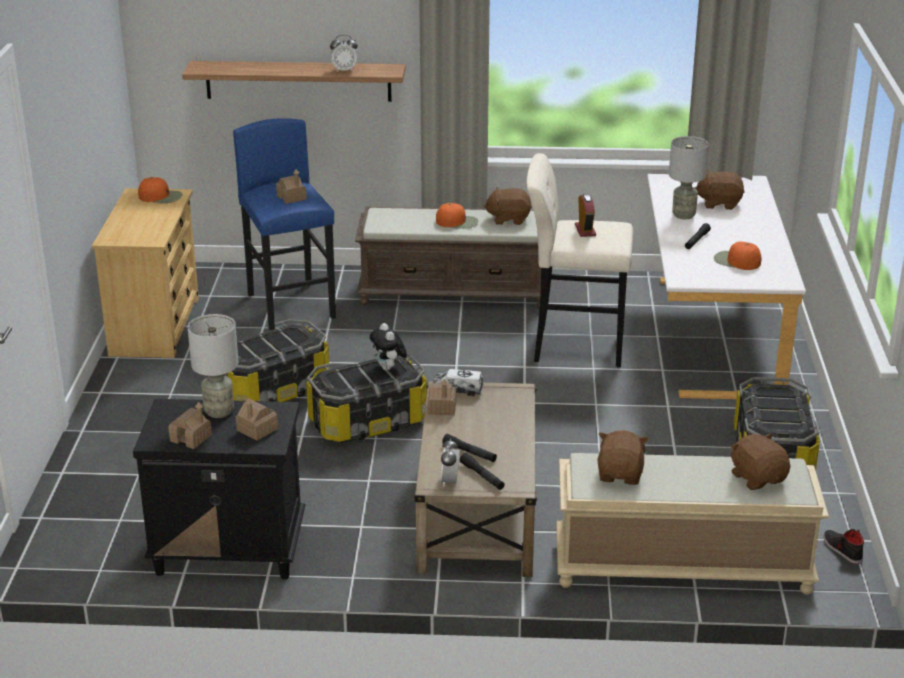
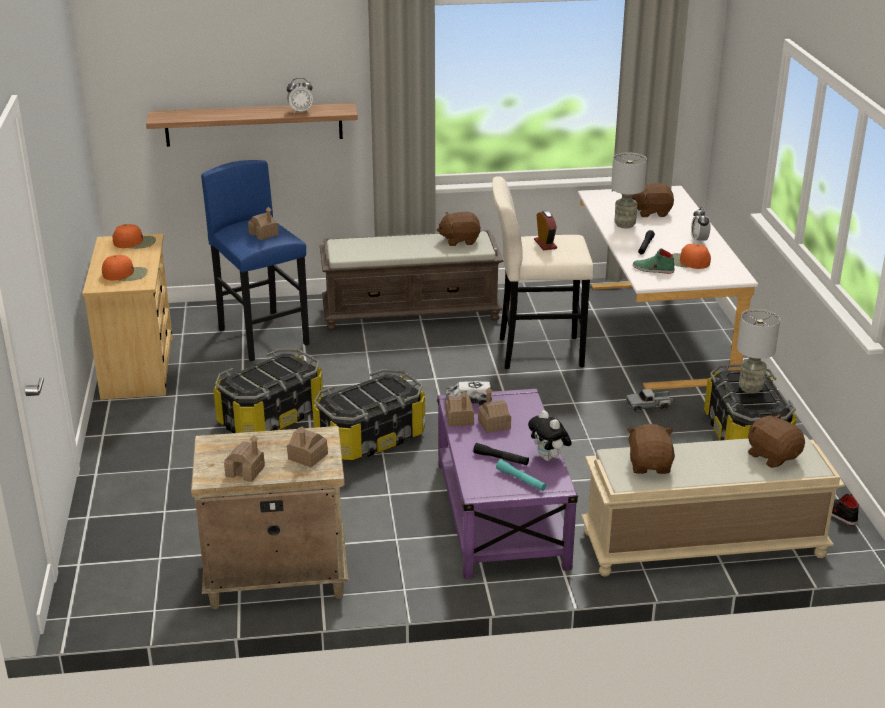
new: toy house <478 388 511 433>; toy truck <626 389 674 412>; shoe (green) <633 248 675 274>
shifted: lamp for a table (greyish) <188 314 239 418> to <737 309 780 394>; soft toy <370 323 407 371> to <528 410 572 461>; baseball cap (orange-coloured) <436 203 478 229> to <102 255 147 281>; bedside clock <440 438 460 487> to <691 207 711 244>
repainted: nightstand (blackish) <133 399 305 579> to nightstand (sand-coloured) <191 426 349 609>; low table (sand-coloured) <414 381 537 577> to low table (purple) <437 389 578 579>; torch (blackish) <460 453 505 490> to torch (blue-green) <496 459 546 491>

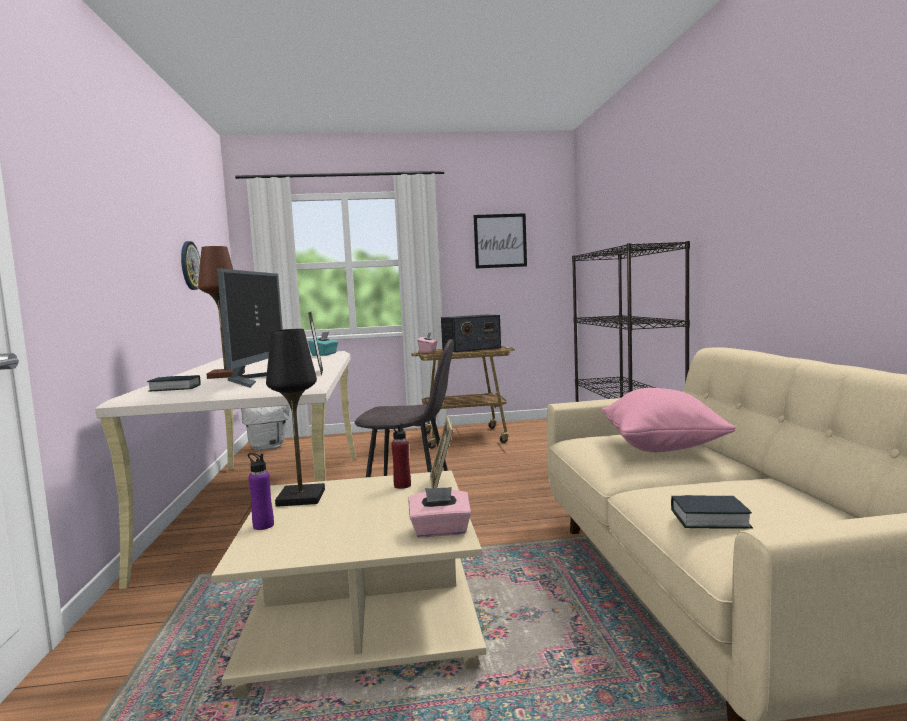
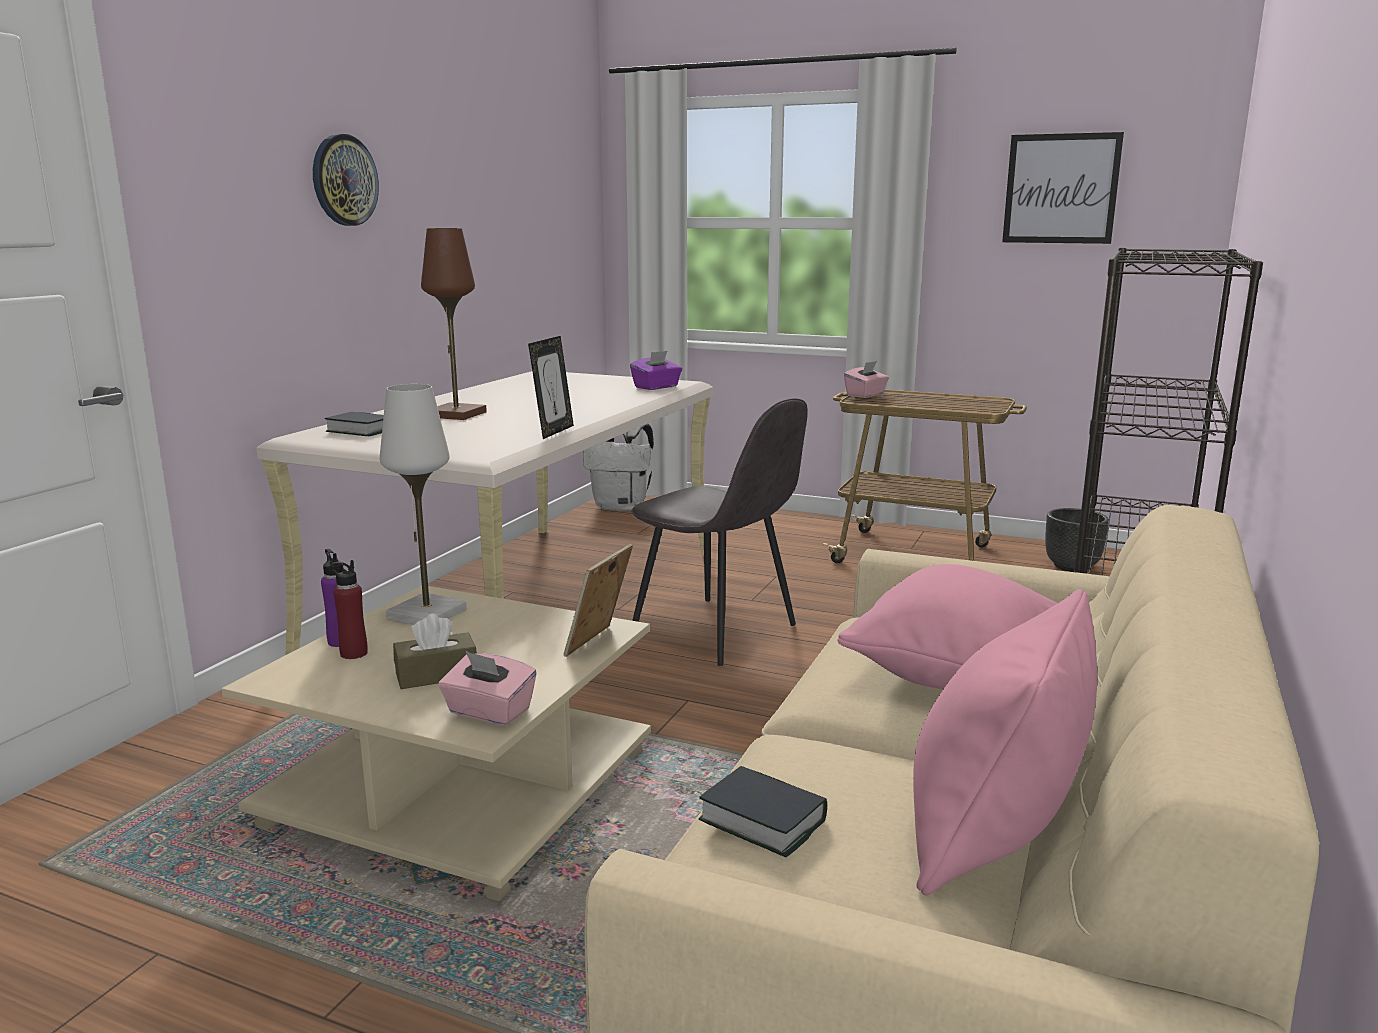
gone: monitor <217 269 283 388>; radio <441 315 501 352>
new: box of tissues (brownish) <393 614 477 689>; cushion (pinkish) <913 589 1097 896>; planter (blackish) <1045 508 1109 572>
shifted: hanging clock <181 241 200 290> to <313 134 379 226>; drink bottle (reddish) <391 423 411 489> to <330 560 368 659>
repainted: lamp for a table (blackish) <266 329 325 507> to lamp for a table (white-coloured) <380 384 466 625>; box of tissues (blue-green) <308 332 338 356> to box of tissues (purple) <630 351 682 390>

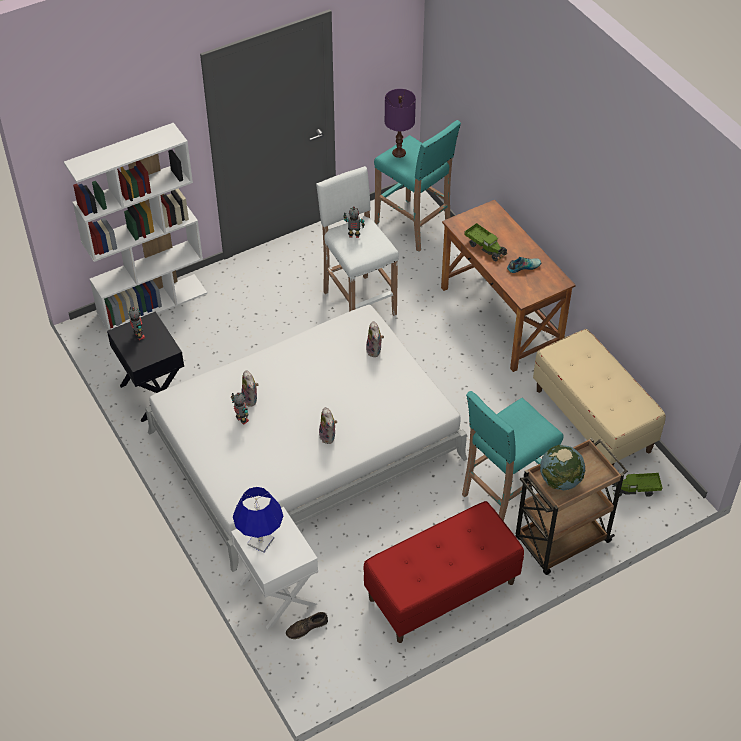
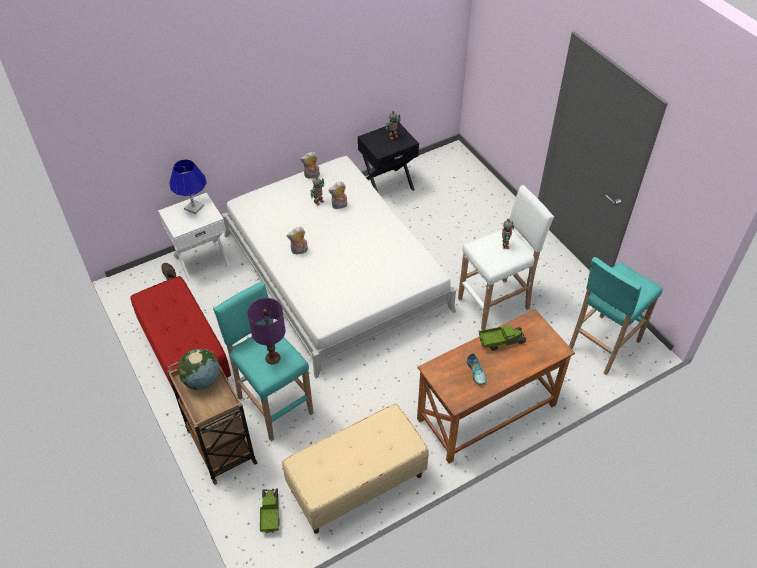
gone: bookshelf (white-coloured) <64 123 207 331>
shifted: soft toy <366 321 384 357> to <300 152 320 179>; lamp for a table (purple) <385 89 416 158> to <247 298 286 364>
rotated: toy truck <464 223 507 261> = <479 325 526 351> 150 degrees counterclockwise

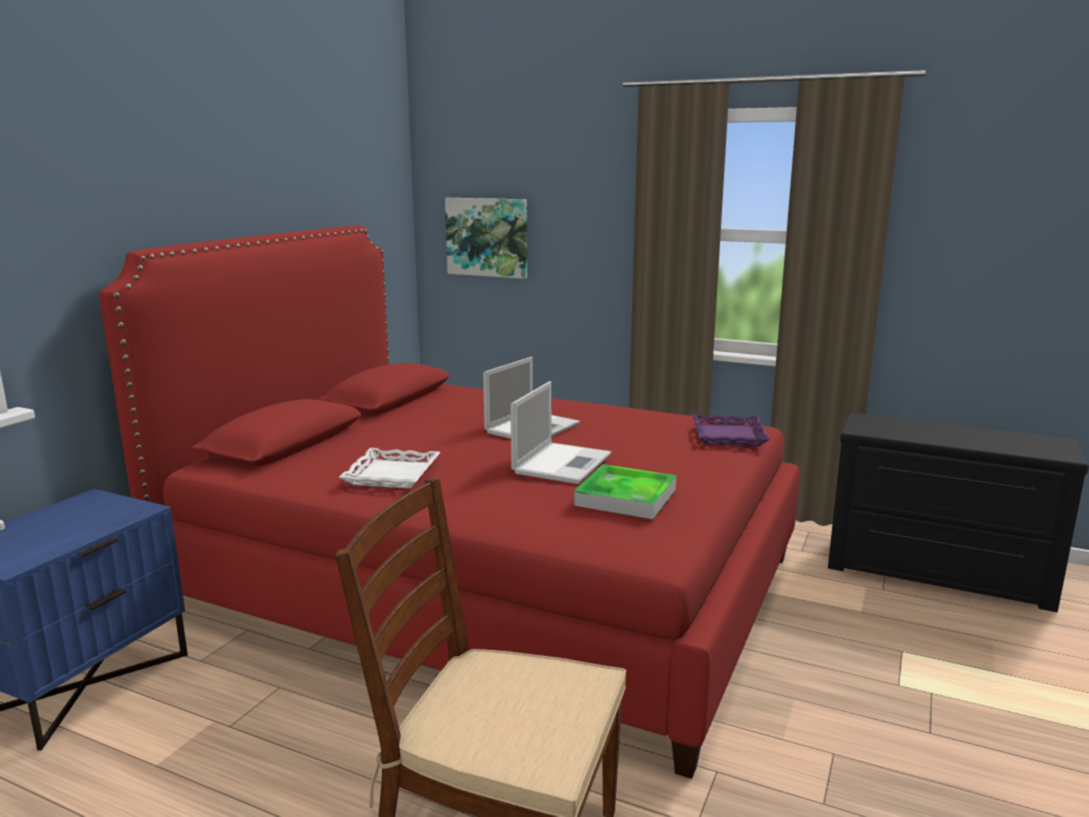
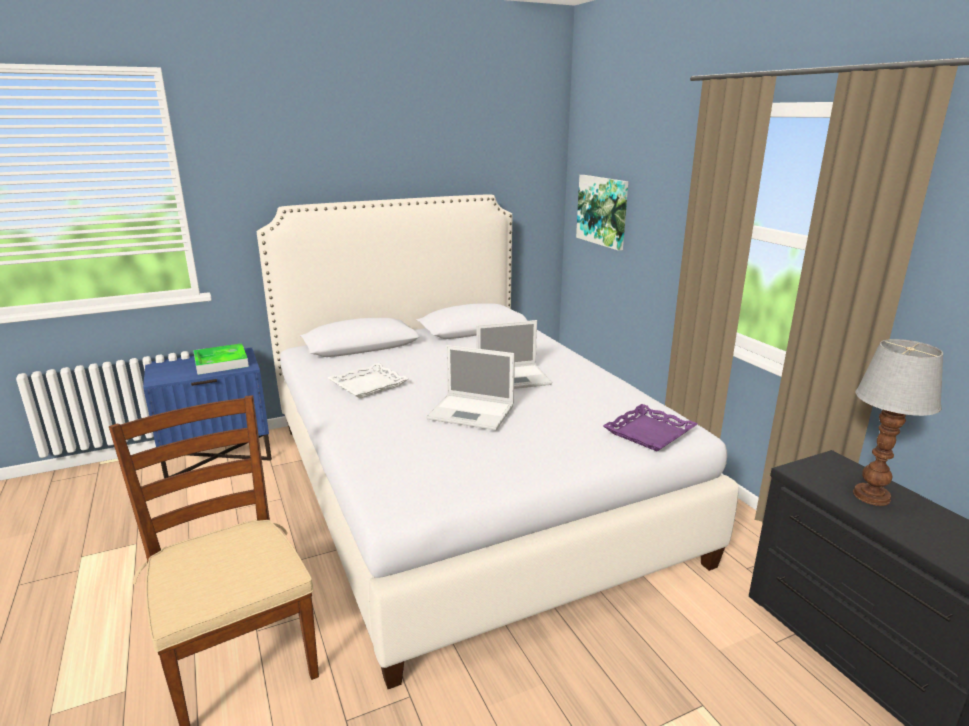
new: lamp for a table <853 339 943 506>
shifted: tray <574 464 676 519> to <193 343 249 375>
repainted: bed (reddish) <99 225 800 779> to bed (white-coloured) <257 194 739 689>
rotated: portable computer <511 381 611 484> = <426 345 515 430> 45 degrees clockwise

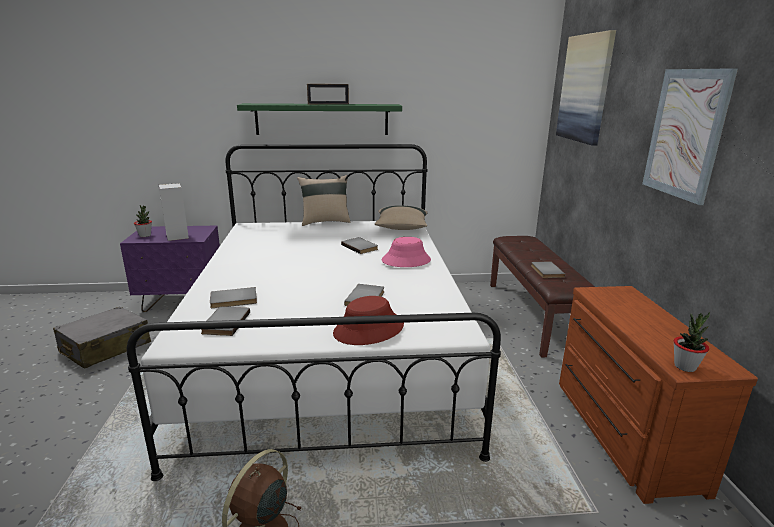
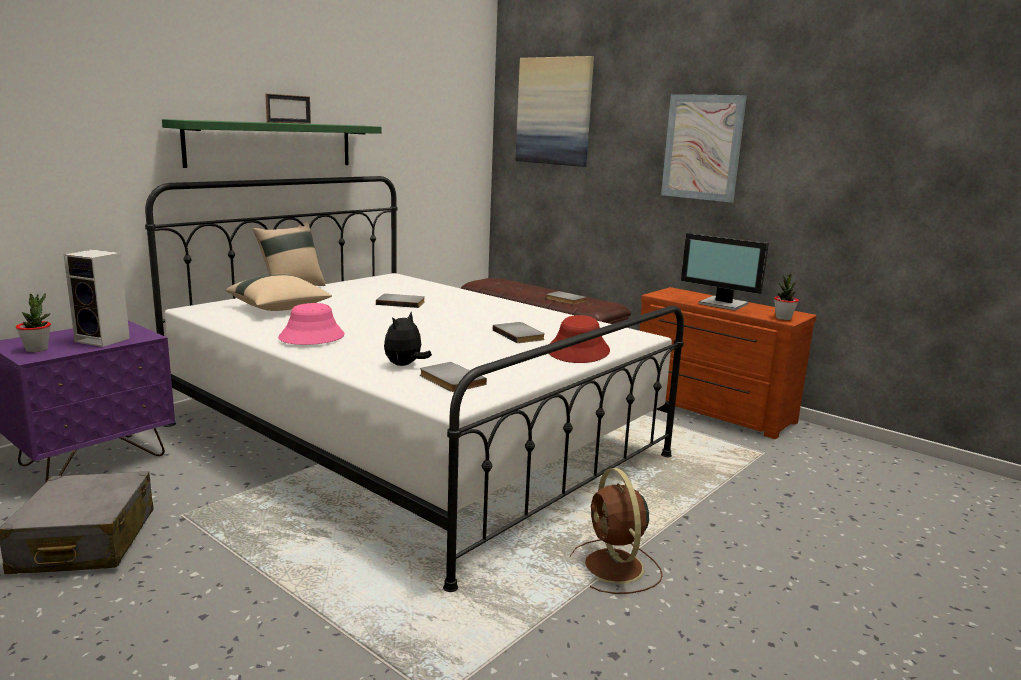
new: monitor <681 233 769 311>
shifted: cushion (sand-coloured) <375 206 428 230> to <226 275 332 311>; hat (pinkish) <381 237 431 267> to <278 303 345 345>
swapped: volume (greyish) <210 287 257 308> to soft toy <384 312 432 366>

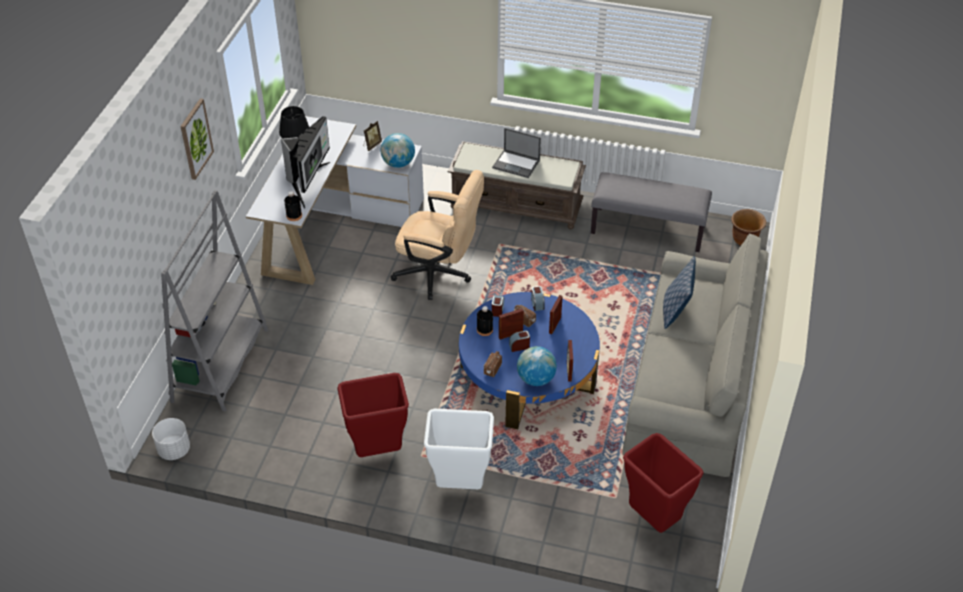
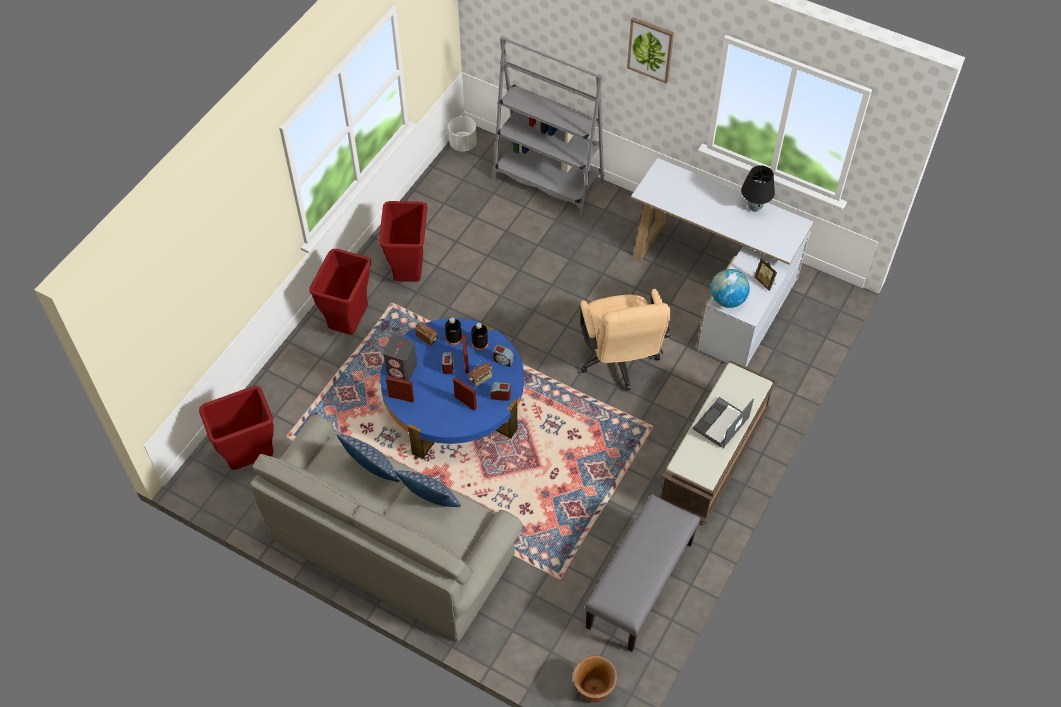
gone: monitor <281 116 330 209>
new: cushion <337 434 400 482>
shifted: drink bottle (blackish) <284 191 302 221> to <445 318 462 345>
swapped: globe <517 346 557 386> to audio speaker (greyish) <383 335 417 381>
repainted: rubbish bin (white-coloured) <424 409 494 489> to rubbish bin (reddish) <309 249 371 335>
rotated: computer chair (sand-coloured) <391 170 484 300> = <580 289 671 391> 45 degrees counterclockwise

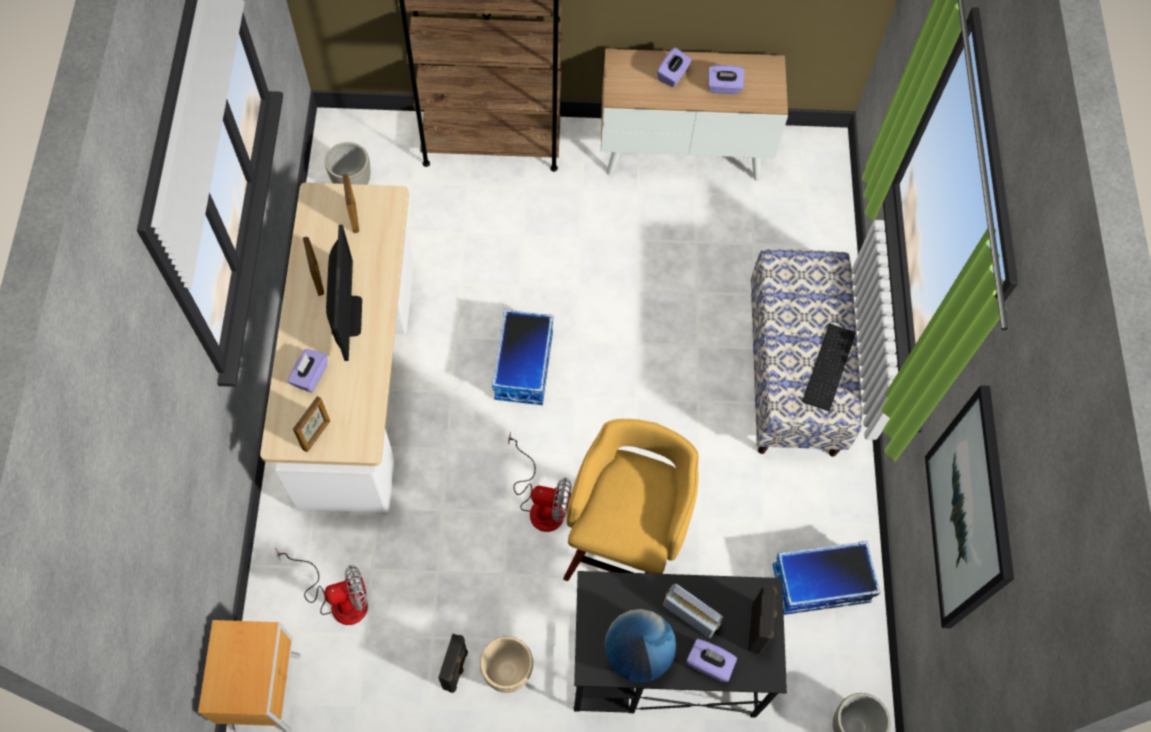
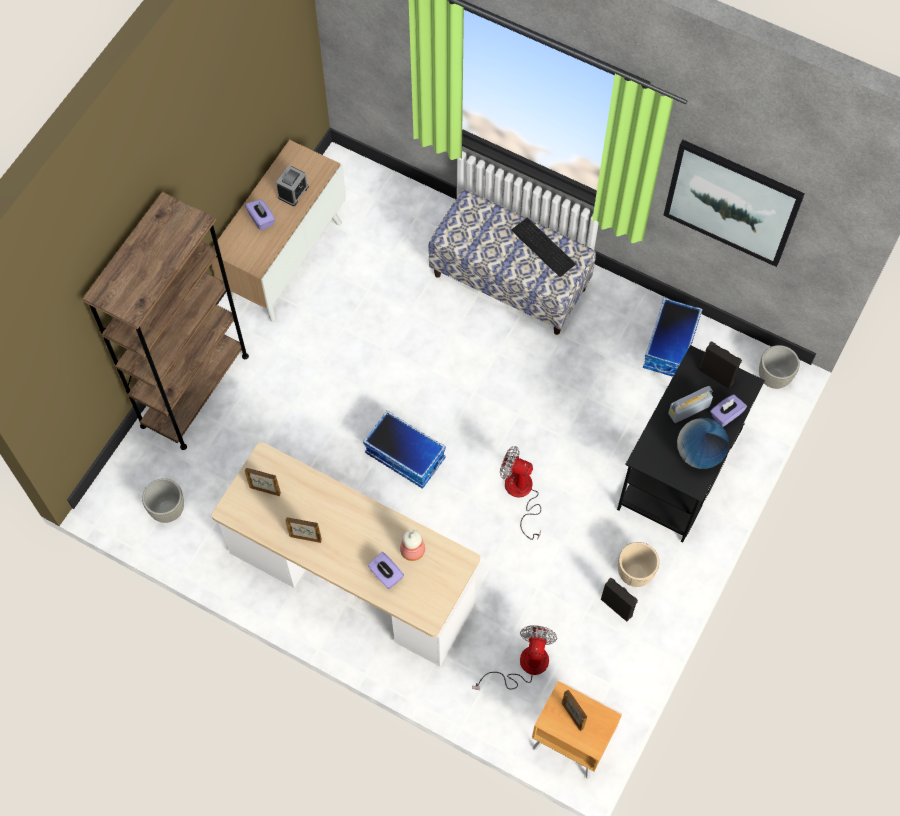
gone: monitor <326 225 362 361>; sitting stool (yellow-coloured) <563 419 699 581>
new: drink bottle <400 530 425 561>
shifted: standing frame <293 396 330 452> to <562 690 587 731>
swapped: box of tissues (purple) <708 65 744 94> to bedside clock <276 165 309 206>
rotated: electric fan <508 432 572 532> = <500 446 541 540> 105 degrees counterclockwise

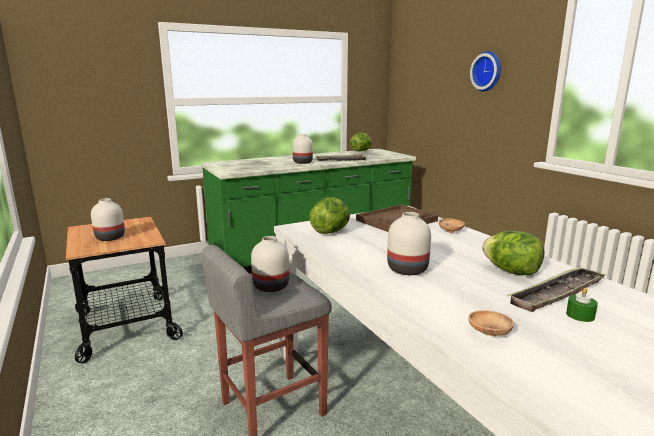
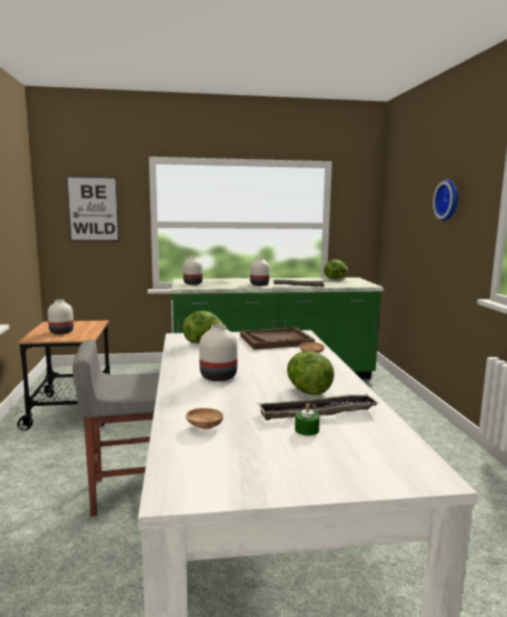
new: picture <66 176 119 241>
shifted: vase (white-coloured) <251 236 289 292> to <183 256 203 285>

